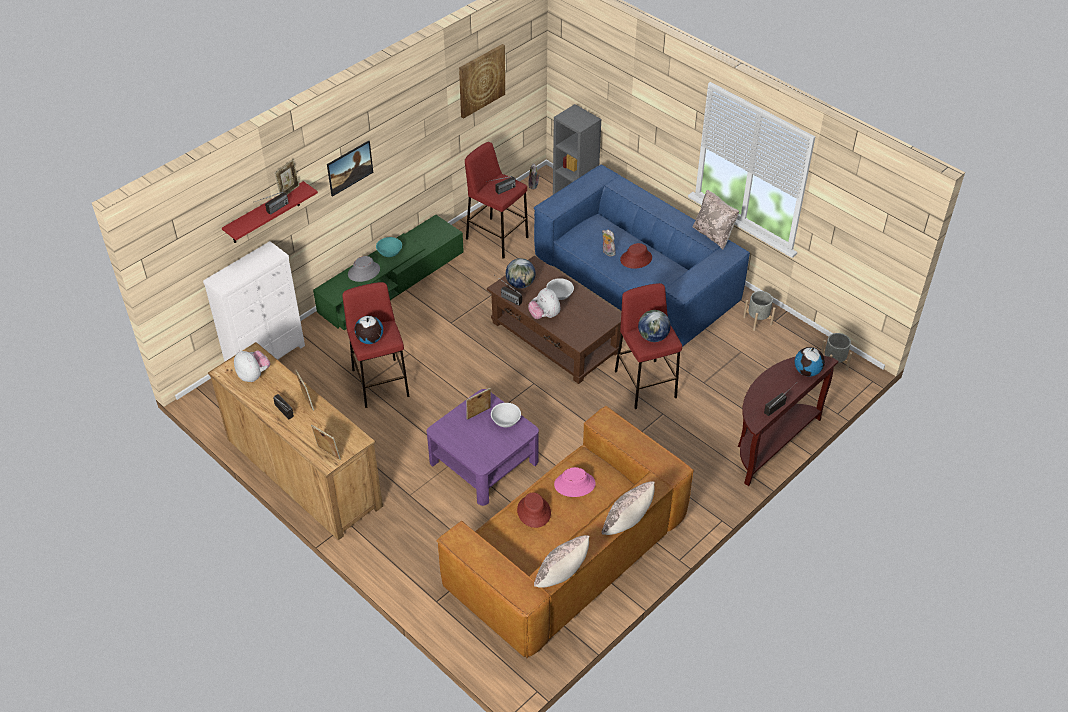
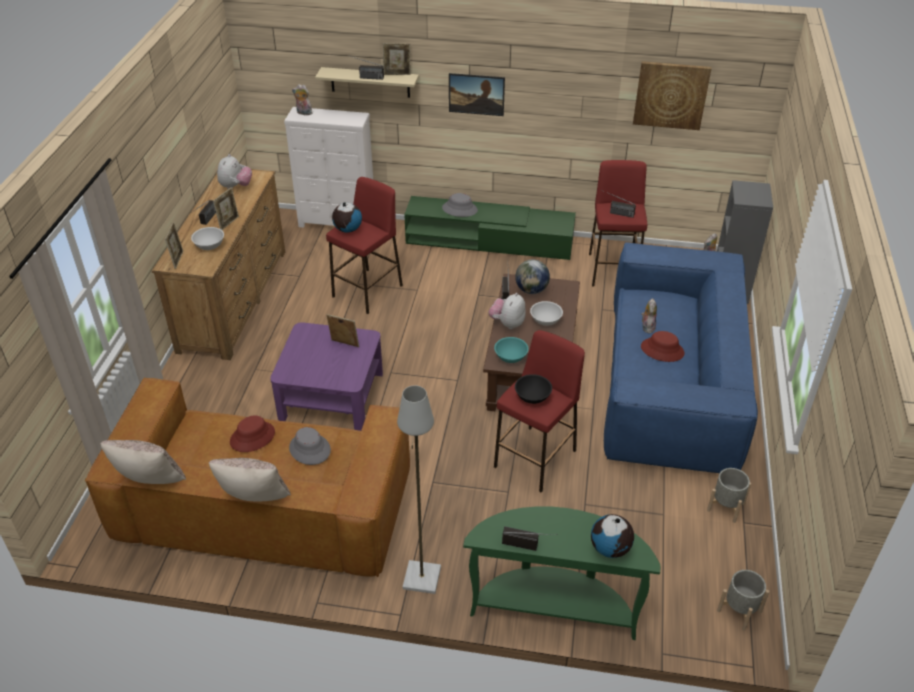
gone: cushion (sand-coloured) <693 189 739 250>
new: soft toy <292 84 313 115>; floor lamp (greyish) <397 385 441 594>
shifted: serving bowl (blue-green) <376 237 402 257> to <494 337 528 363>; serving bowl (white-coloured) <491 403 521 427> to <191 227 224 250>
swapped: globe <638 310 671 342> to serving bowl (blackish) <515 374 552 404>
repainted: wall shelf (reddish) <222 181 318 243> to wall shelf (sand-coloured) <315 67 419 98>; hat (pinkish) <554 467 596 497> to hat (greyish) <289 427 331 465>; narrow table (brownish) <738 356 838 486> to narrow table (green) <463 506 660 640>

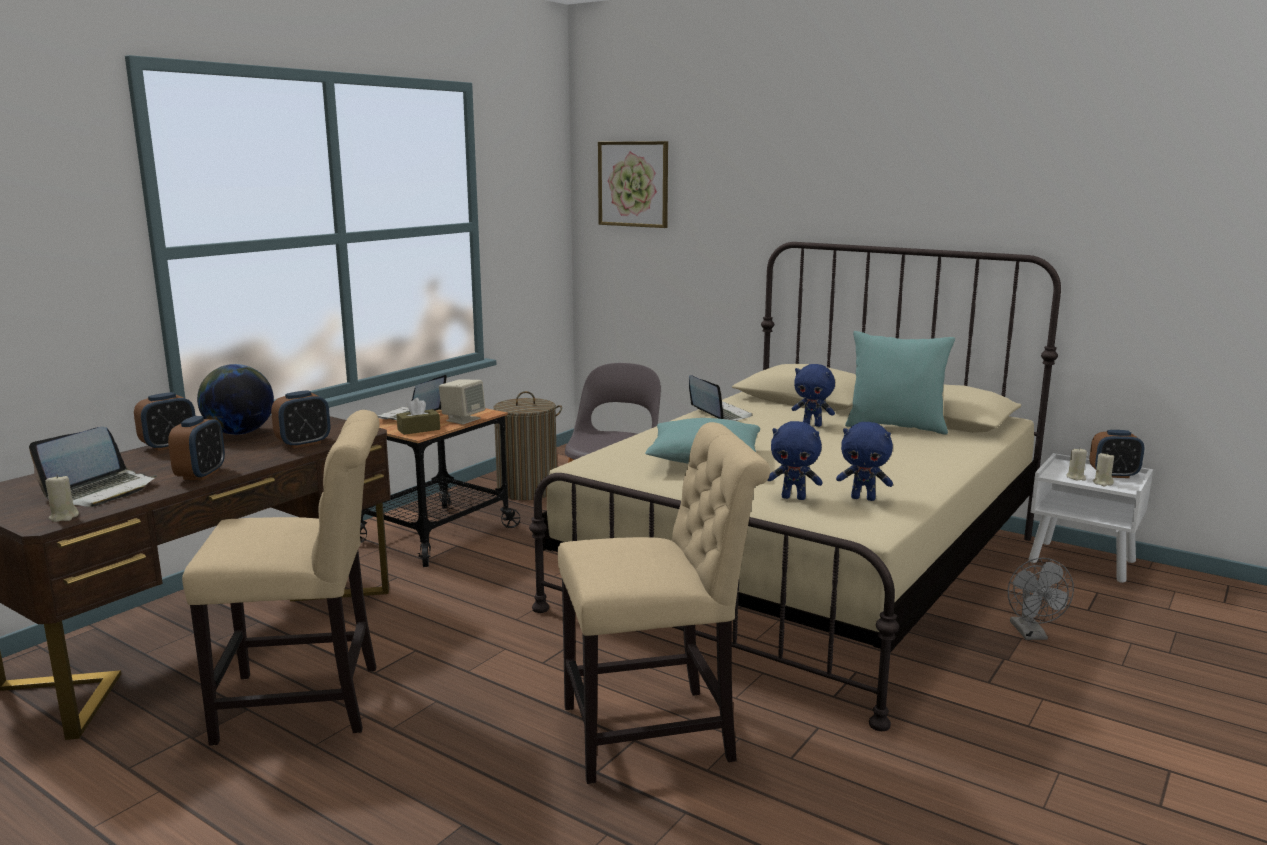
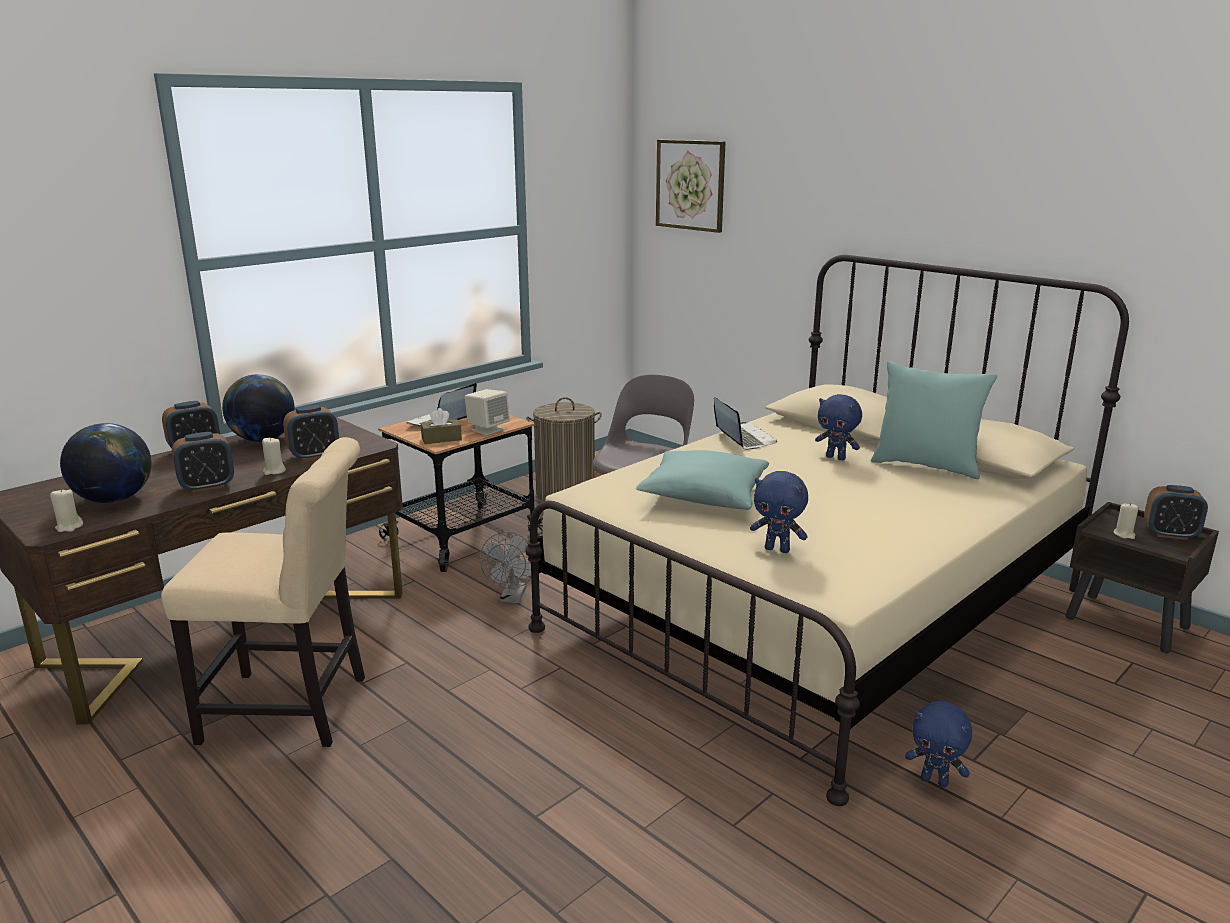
gone: chair (sand-coloured) <558 422 770 784>
shifted: soft toy (blue) <836 422 893 501> to <905 701 972 787>; electric fan (greyish) <1008 558 1074 640> to <480 532 531 603>; wax candle (sand-coloured) <1093 453 1114 486> to <262 437 286 475>
swapped: portable computer <29 427 157 507> to globe <60 423 151 503>
repainted: nightstand (white-coloured) <1029 453 1153 583> to nightstand (brownish) <1065 502 1219 653>
rotated: bedside clock <168 416 225 480> = <172 432 234 493> 45 degrees clockwise

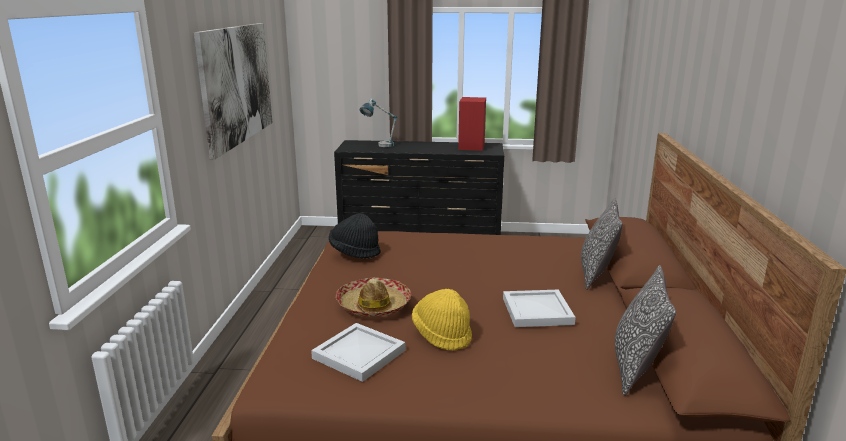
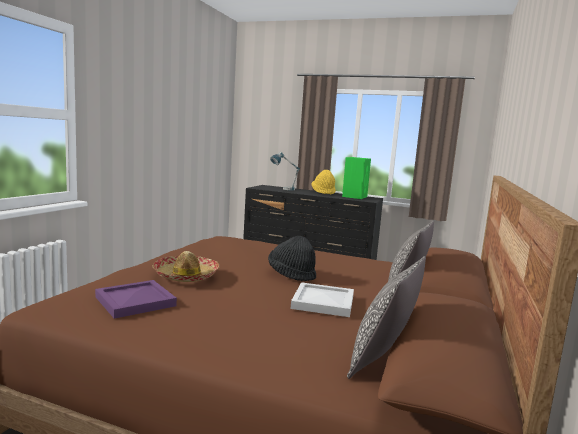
gone: picture <194 23 273 160>
shifted: hat (blackish) <329 213 381 258> to <268 236 316 281>; hat (yellow-coloured) <412 289 472 350> to <311 170 336 195>
repainted: tray (white-coloured) <311 323 406 382> to tray (purple) <95 280 177 319>; audio speaker (reddish) <458 97 486 151> to audio speaker (green) <342 157 371 199>

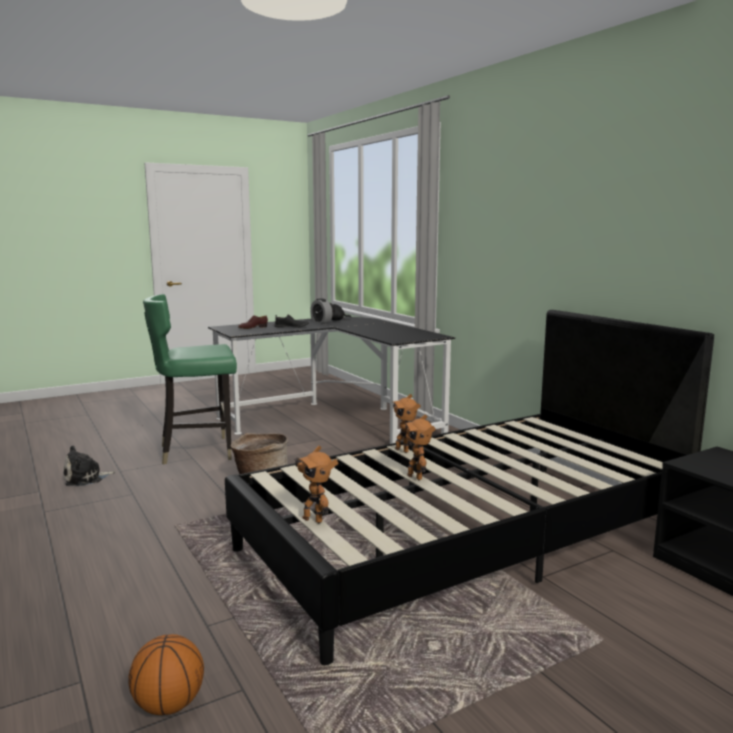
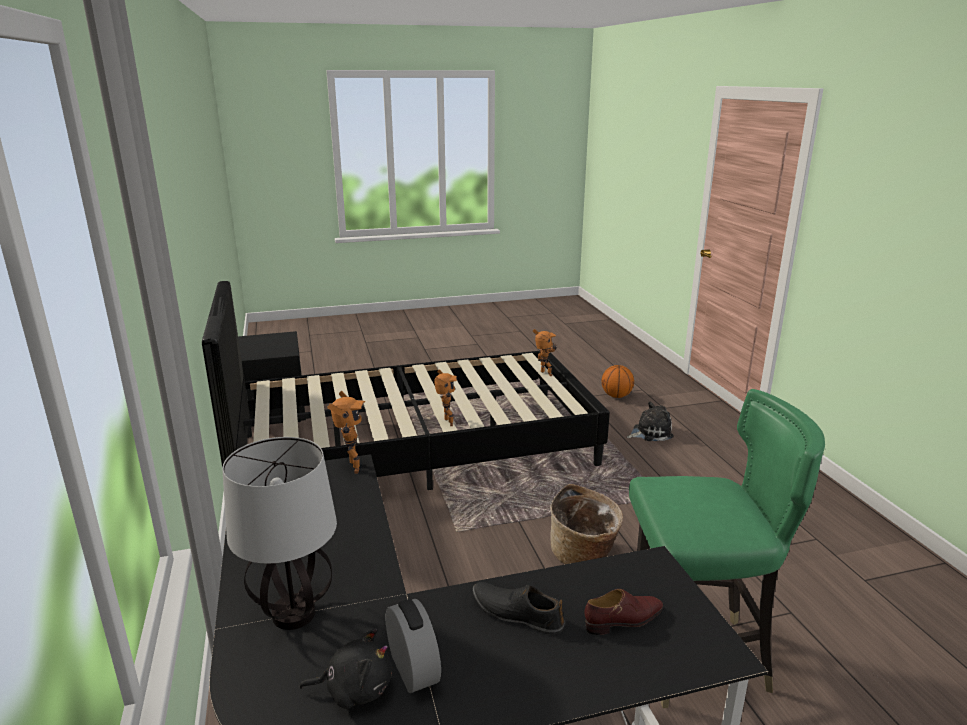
new: lamp for a table <222 437 337 630>
shifted: soft toy <63 445 116 486> to <627 402 674 441>; model robot <404 414 436 481> to <327 391 365 473>

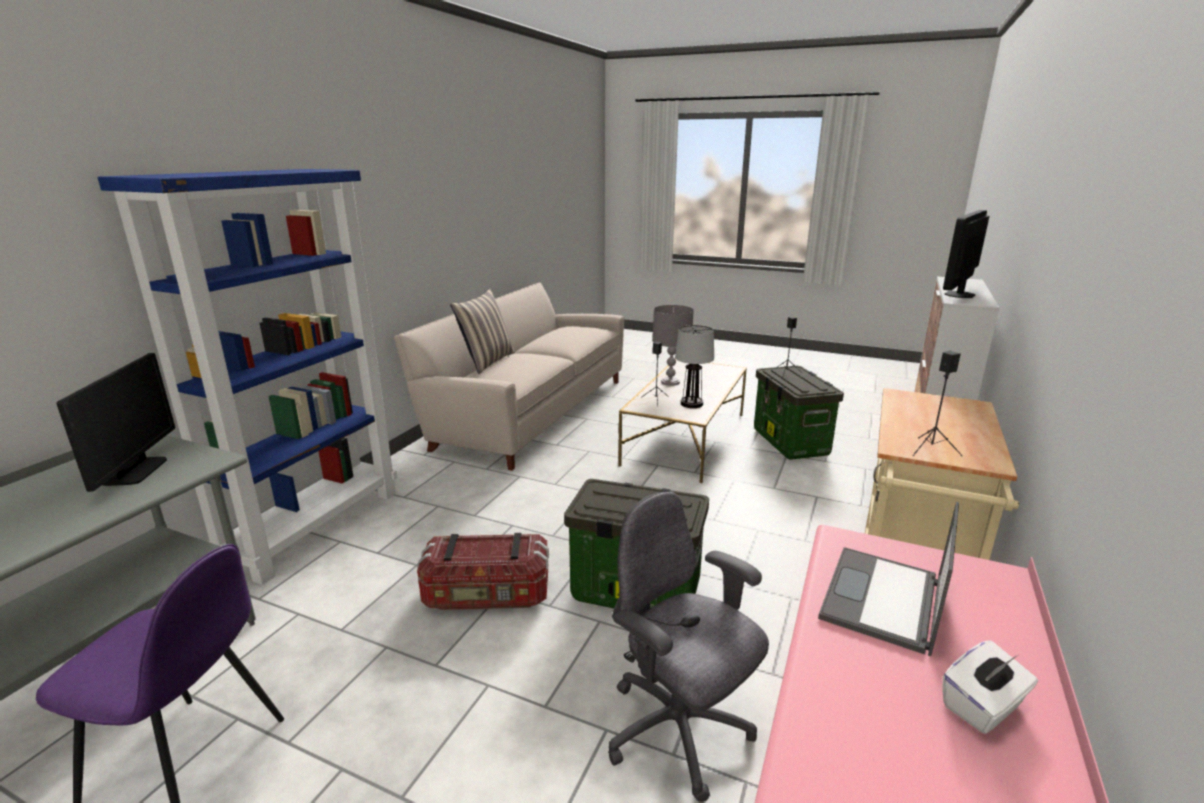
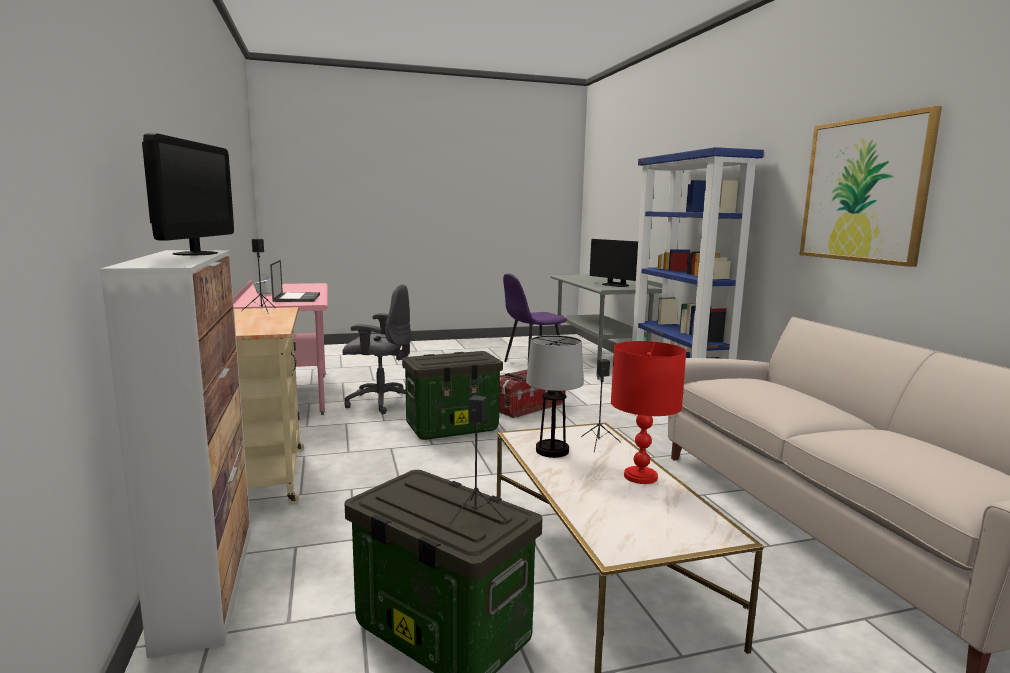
gone: cushion <450 289 515 374>
new: picture <800 106 942 267>
repainted: lamp for a table (greyish) <653 305 694 386> to lamp for a table (reddish) <611 341 686 484>

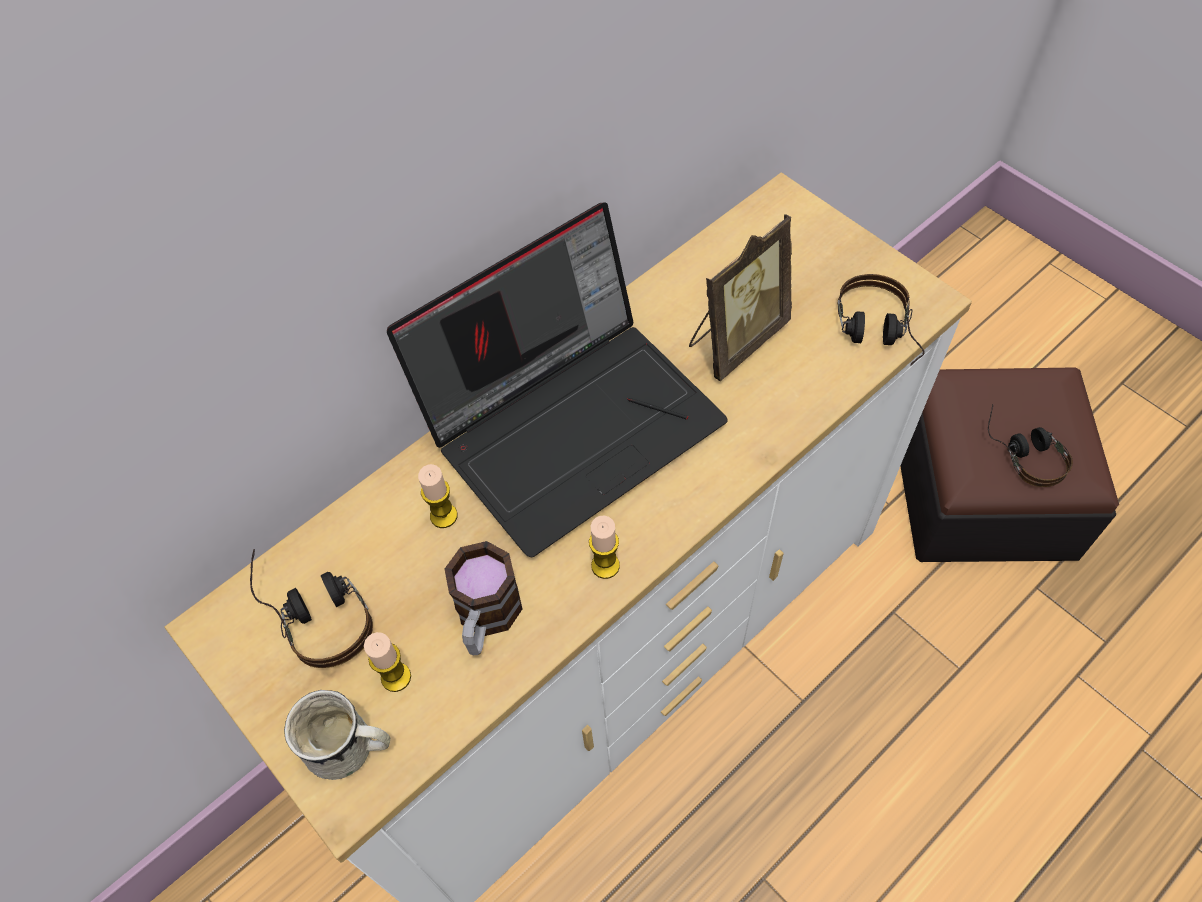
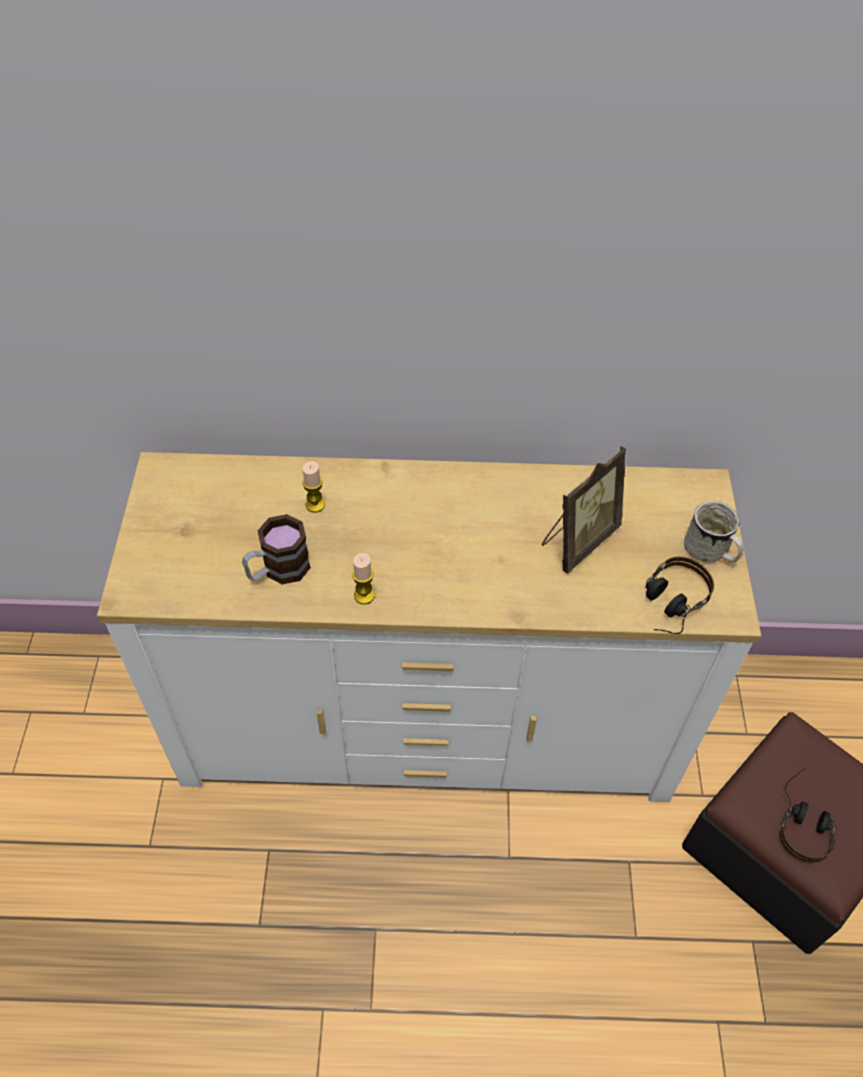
gone: headphones <250 549 373 668>; wax candle <364 632 411 692>; portable computer <387 202 728 557>
shifted: tea mug (white-coloured) <284 690 390 780> to <684 501 744 563>
rotated: standing frame <689 214 792 381> = <542 446 626 573> 45 degrees counterclockwise

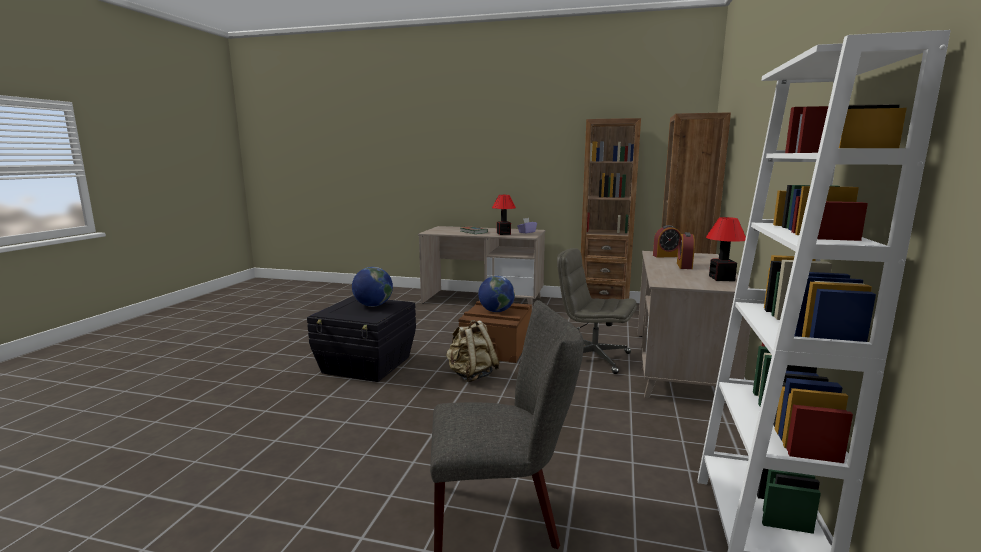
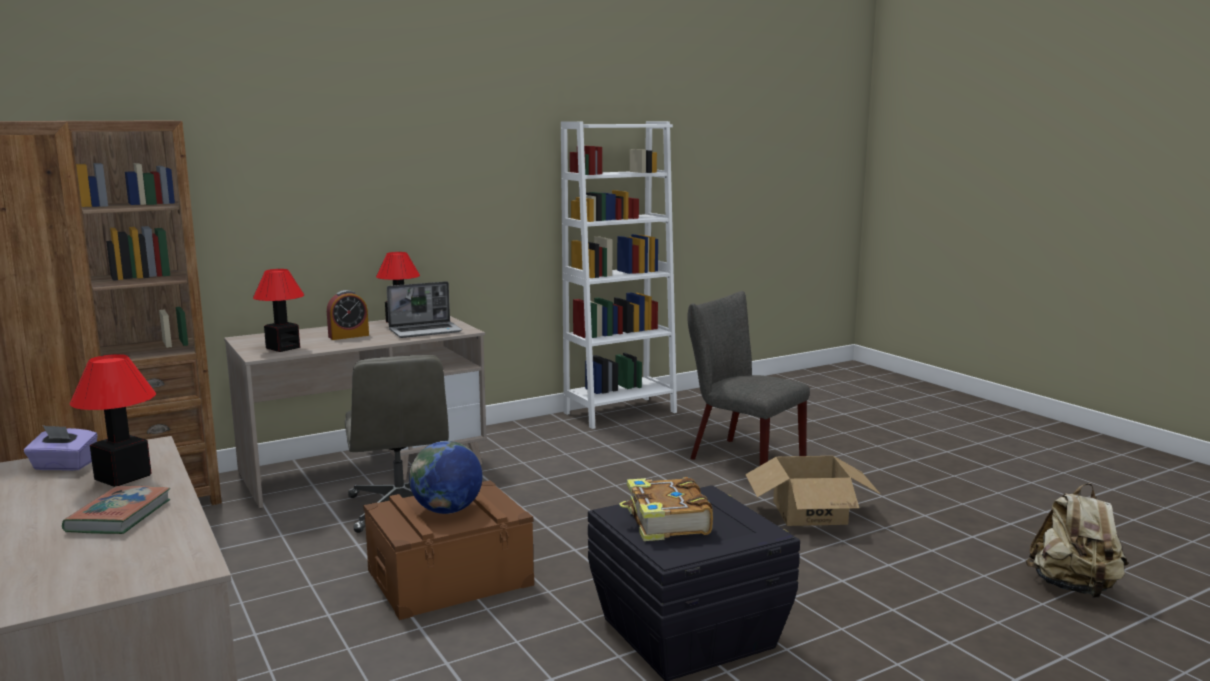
new: portable computer <387 281 462 338>; carton <745 456 881 526>
shifted: backpack (sand-coloured) <446 320 499 382> to <1026 483 1128 598>
swapped: globe <352 267 393 307> to volume <619 477 713 541>; bedside clock <653 225 681 258> to lamp for a table <253 269 304 352>

